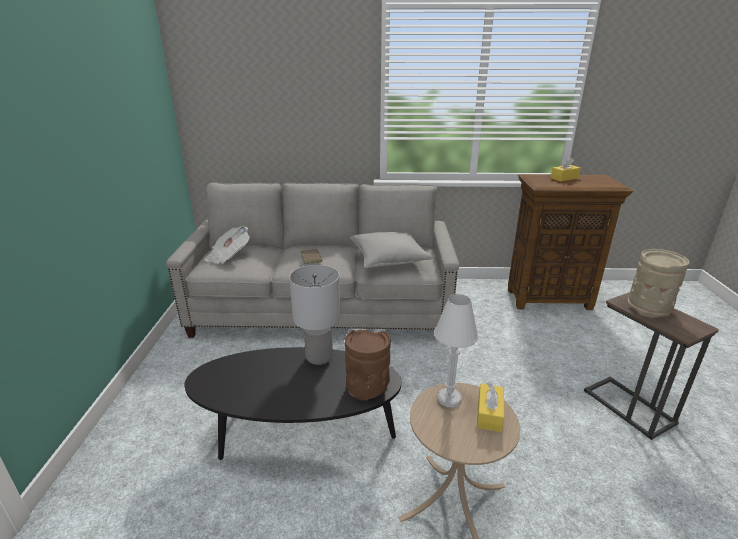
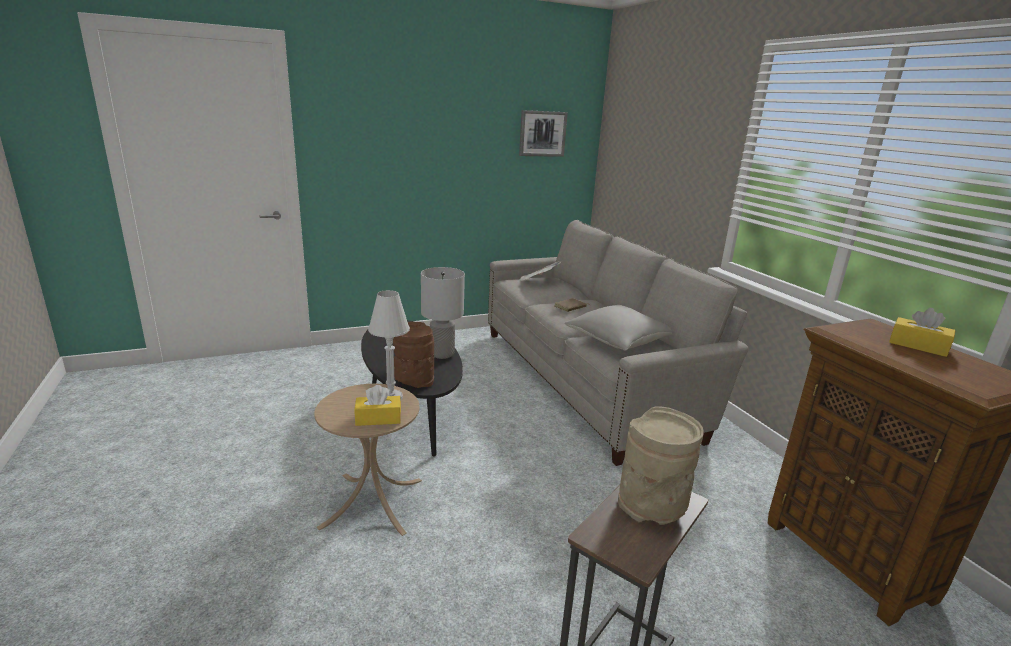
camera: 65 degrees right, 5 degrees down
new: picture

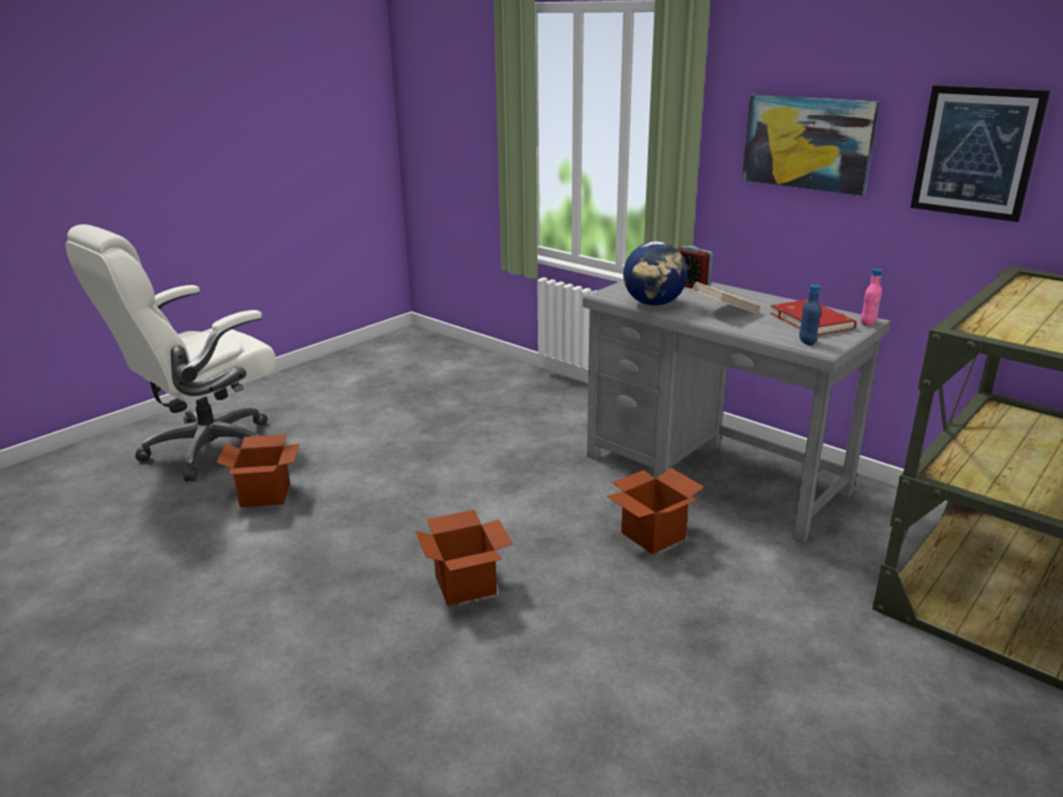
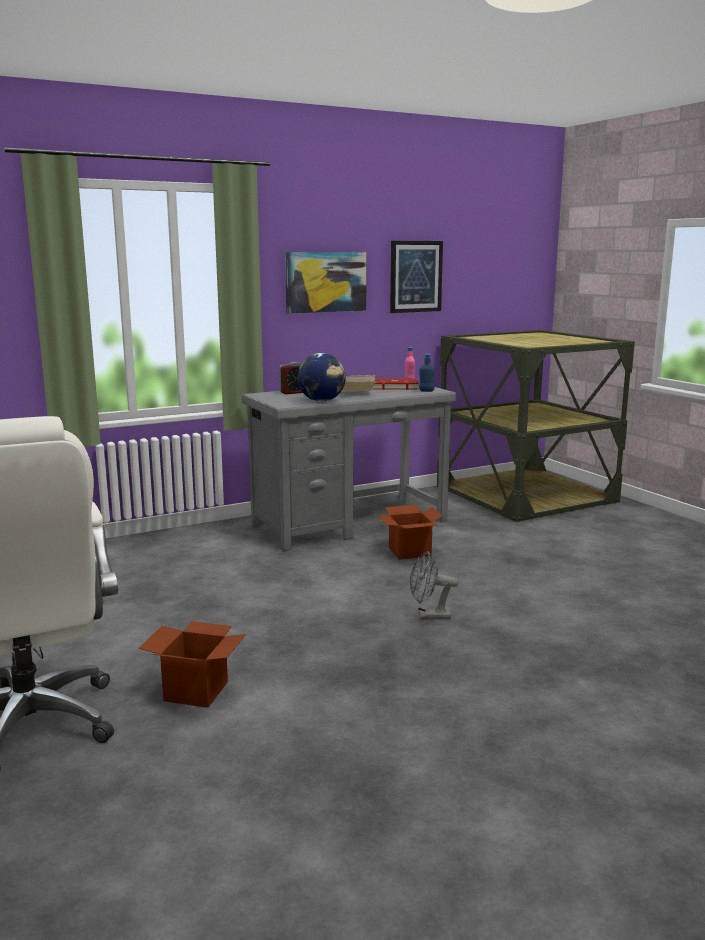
camera: 70 degrees left, 10 degrees down
swapped: cardboard box (no. 2 from left) to fan/grey

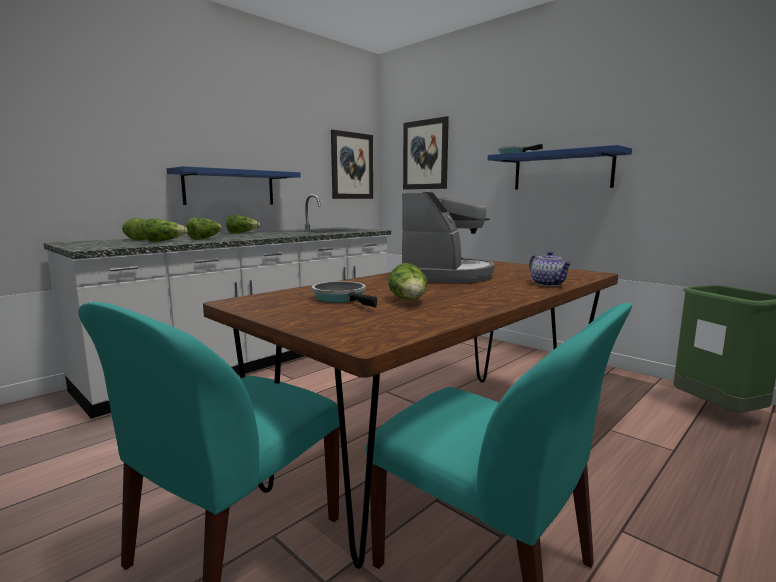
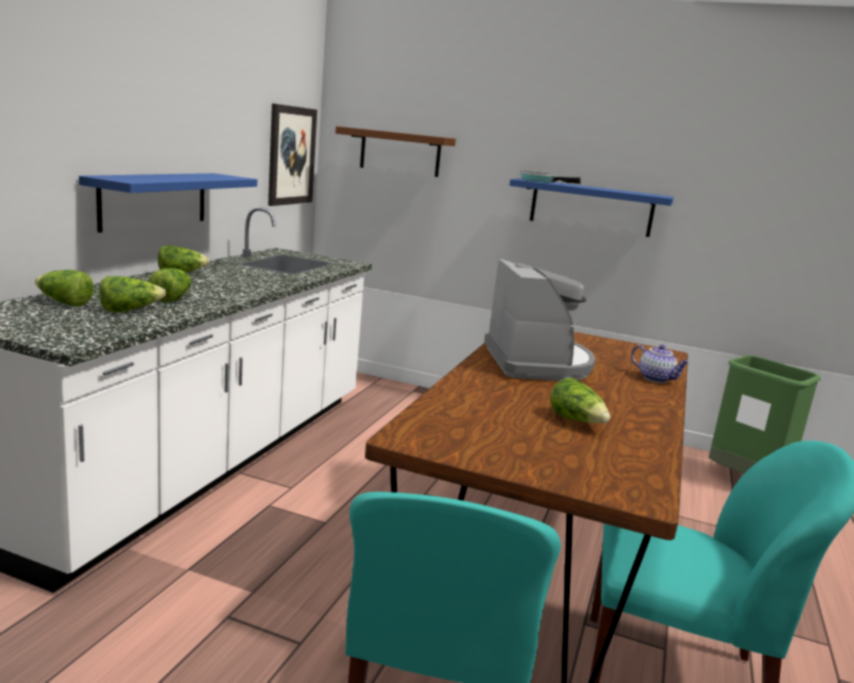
camera: 25 degrees left, 5 degrees up
gone: frying pan (no. 1 from left)
swapped: picture (no. 2 from left) to shelf/brown

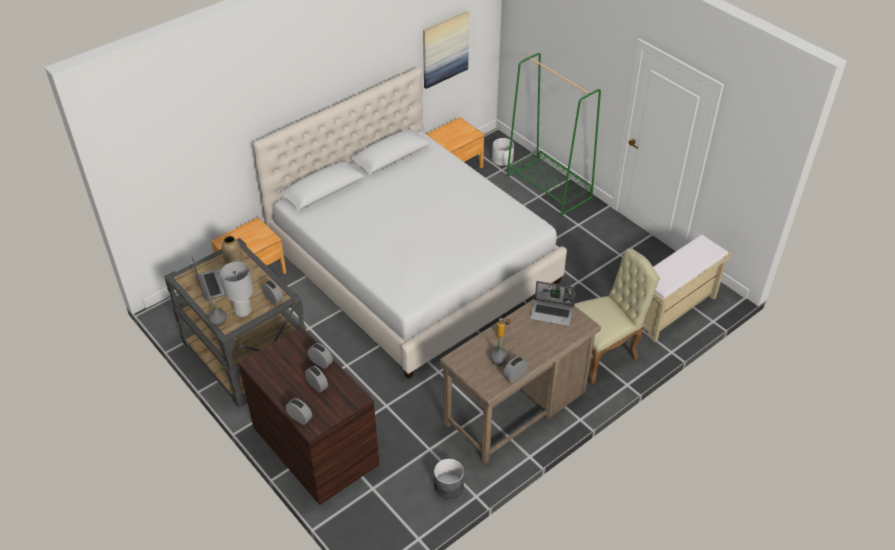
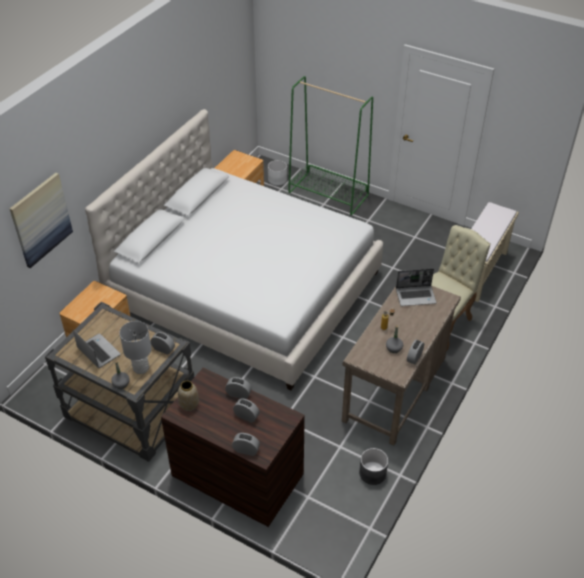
camera: 20 degrees left, 0 degrees up
shifted: picture; vase

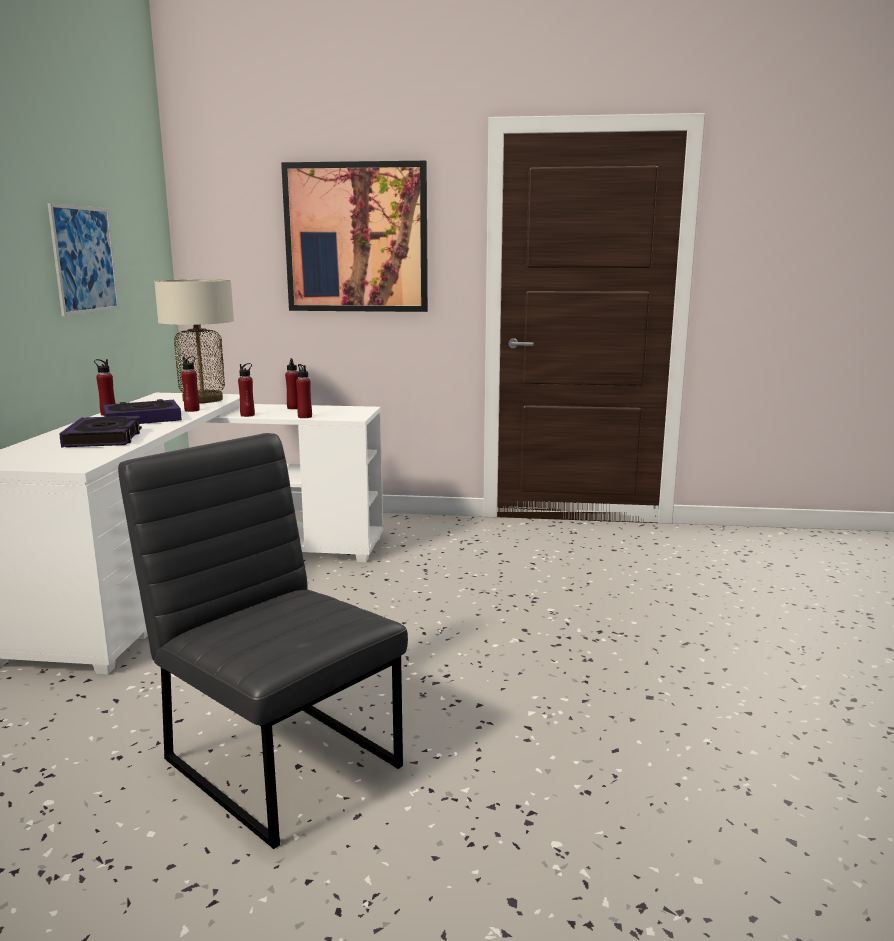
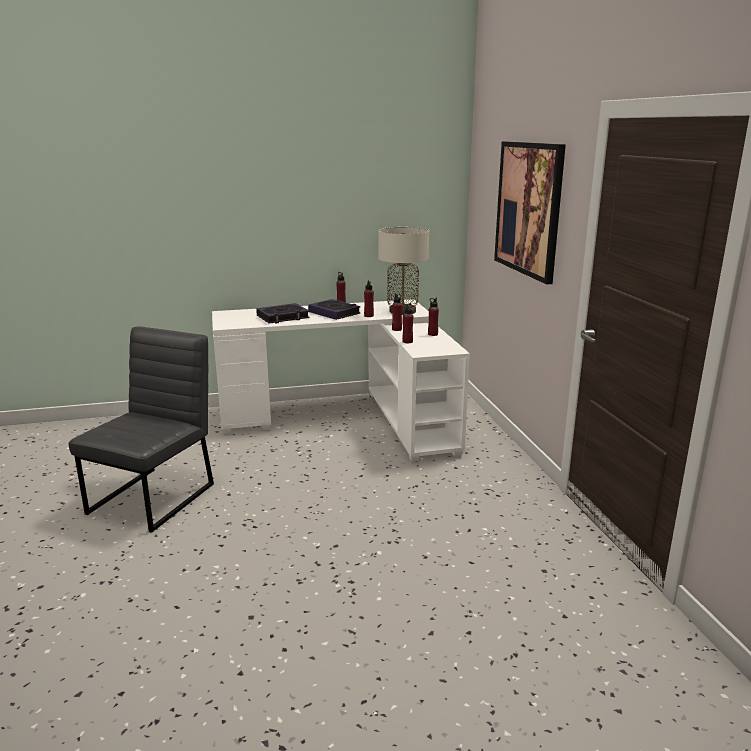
camera: 70 degrees right, 5 degrees up
gone: picture (no. 1 from left)

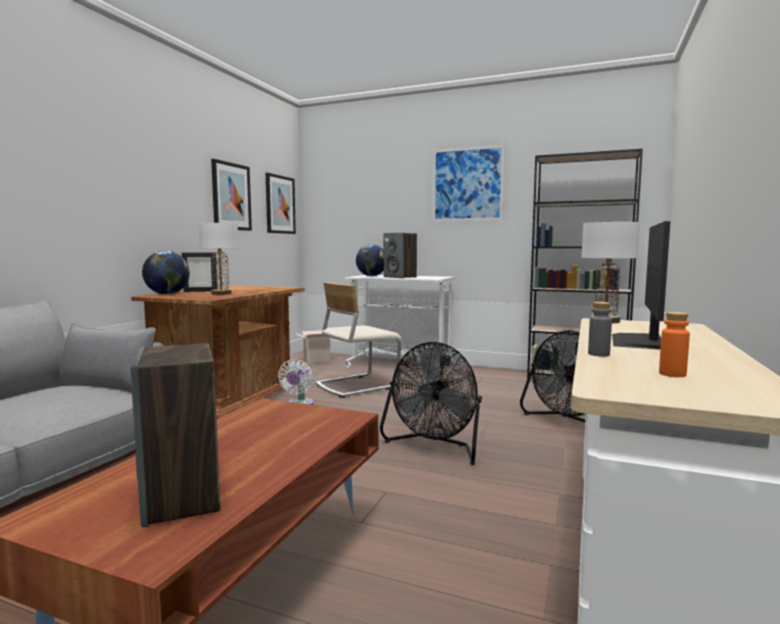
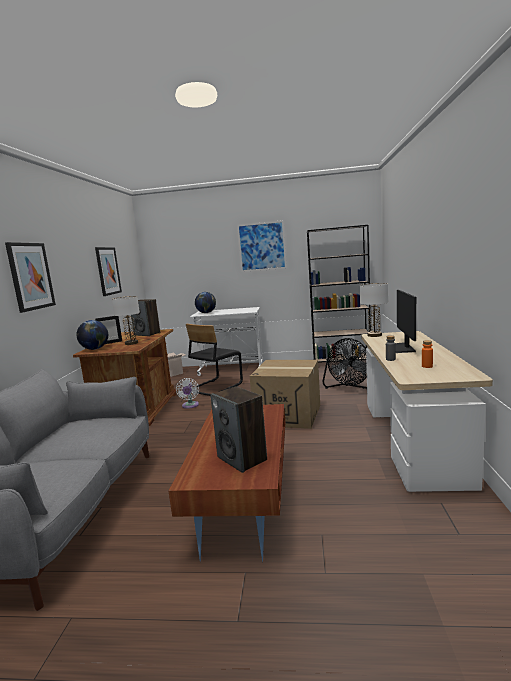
camera: 15 degrees left, 5 degrees up
shifted: picture (no. 2 from left in the first image) to picture (no. 1 from left); speaker (no. 2 from left in the first image) to speaker (no. 1 from left)
swapped: fan/black (no. 1 from left) to cardboard box (no. 2 from left)
repainted: chair/beige to chair/black

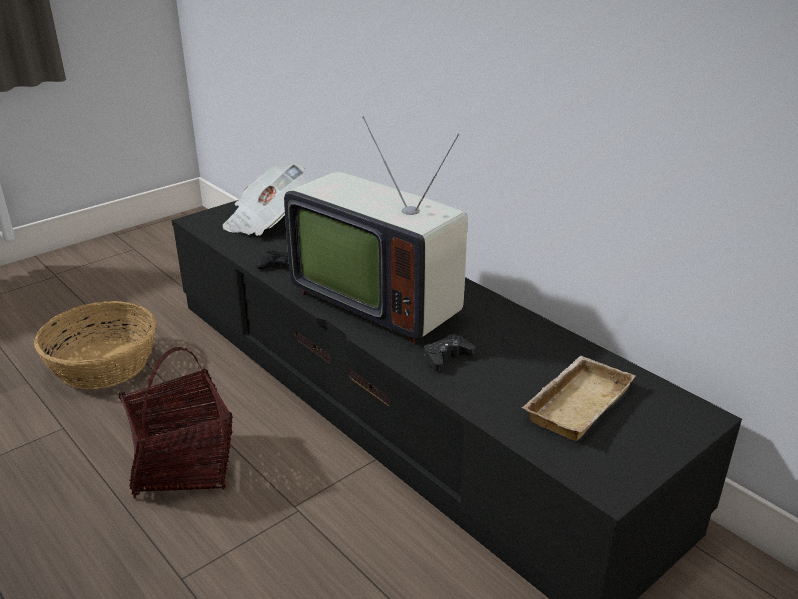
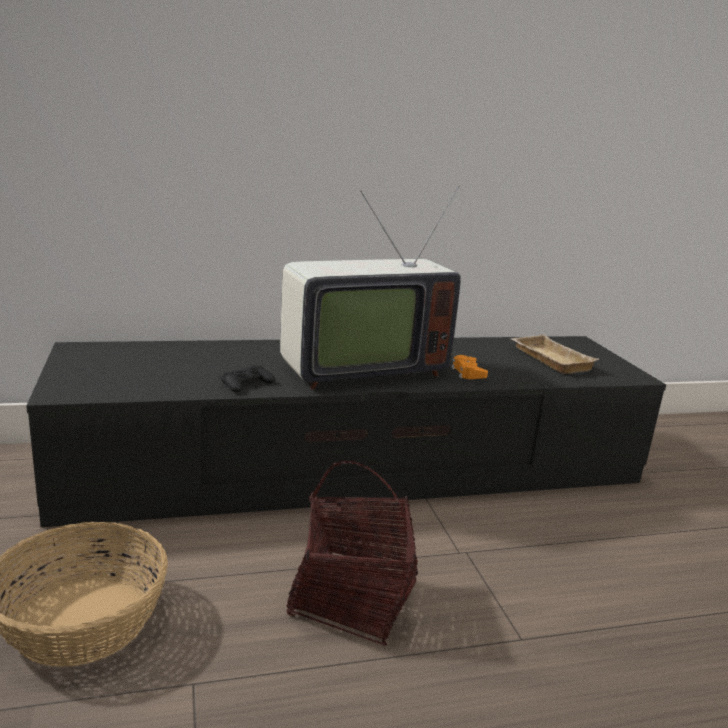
camera: 65 degrees left, 10 degrees down
gone: newspaper
repainted: game controller/black (no. 2 from left) to game controller/orange

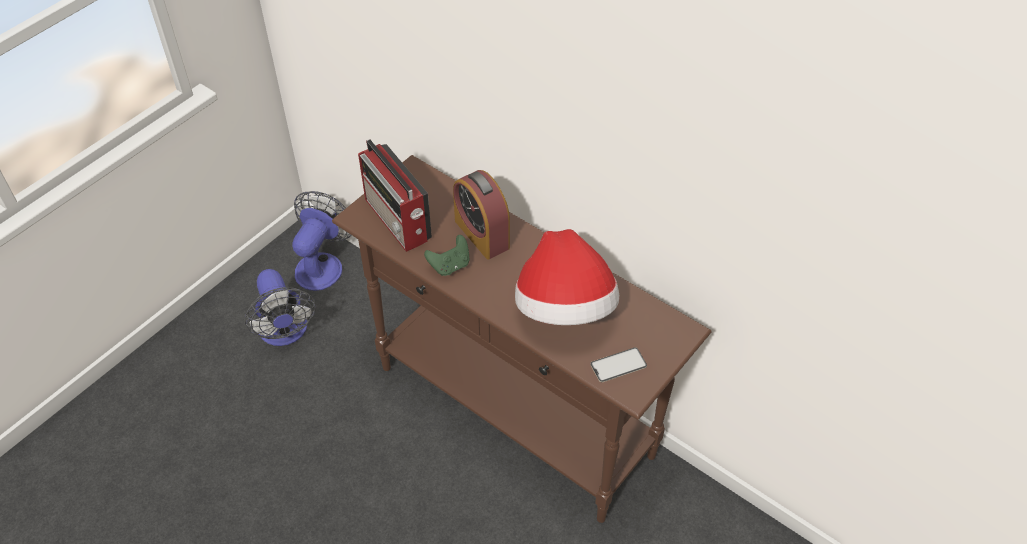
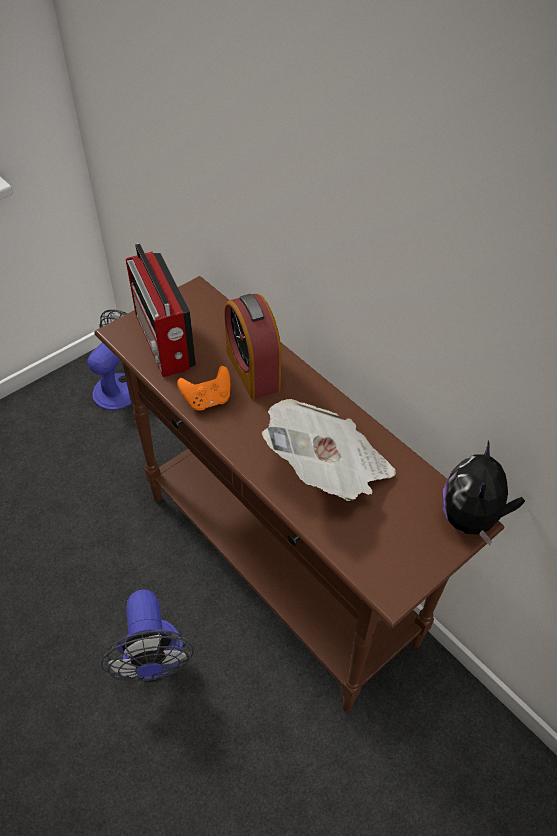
camera: 10 degrees right, 0 degrees up
gone: phone
new: plush toy
shifted: fan (no. 1 from left in the first image) to fan (no. 2 from left)
swapped: hat to newspaper
repainted: game controller/green to game controller/orange

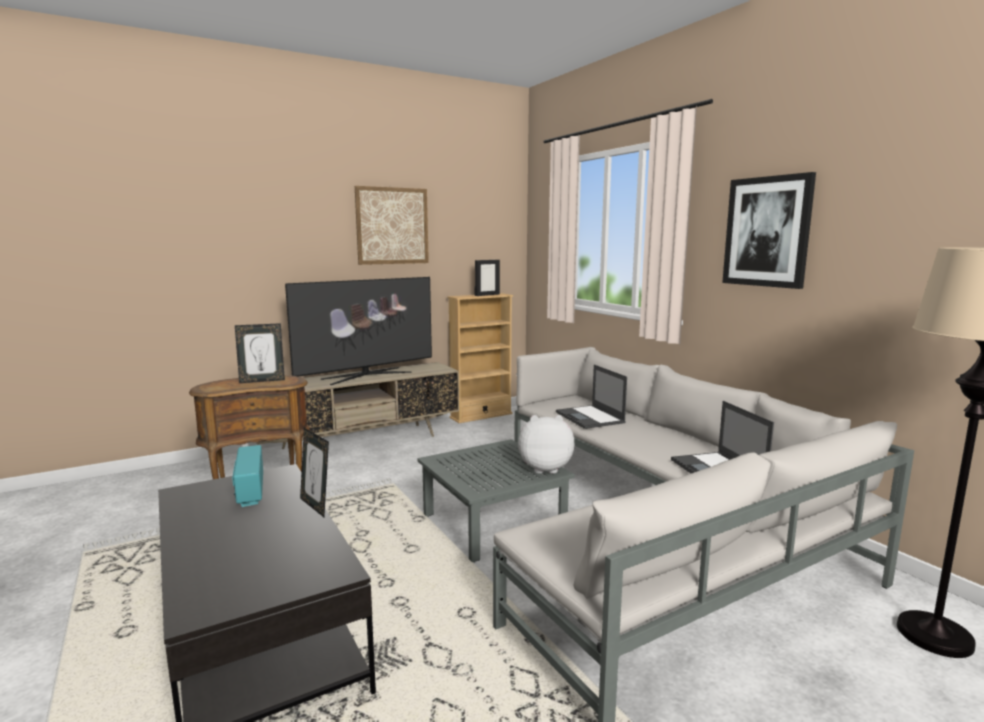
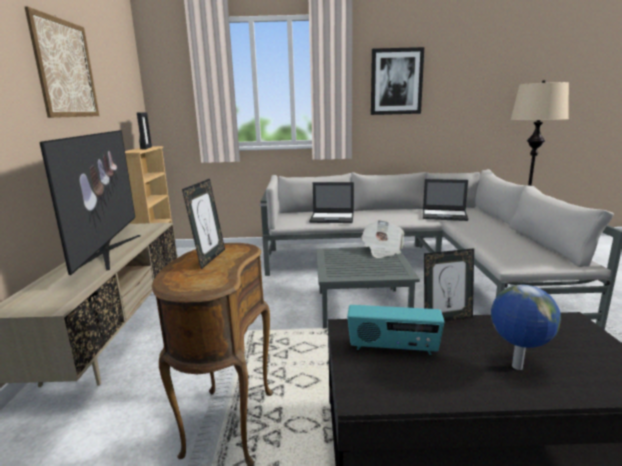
camera: 60 degrees left, 5 degrees up
new: globe
swapped: plush toy to newspaper

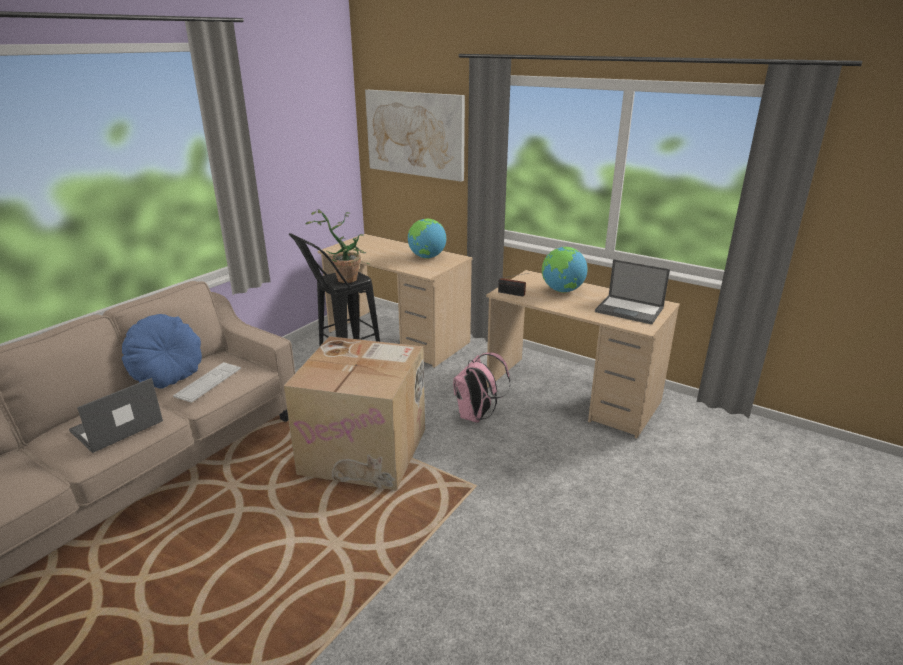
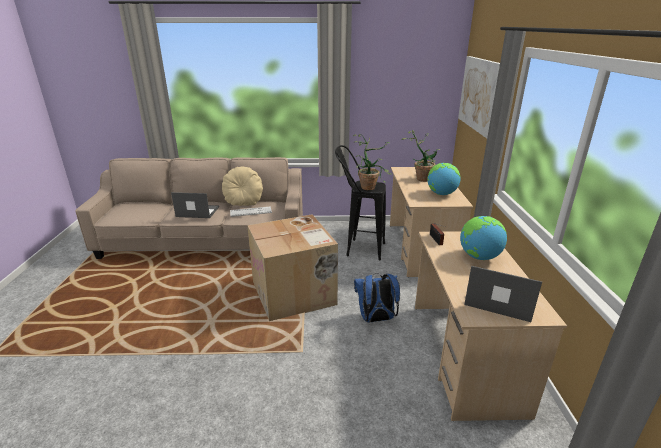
camera: 55 degrees right, 0 degrees up
new: potted plant (no. 2 from left)
repainted: pillow/blue to pillow/beige; backpack/pink to backpack/blue
rotated: laptop (no. 2 from left) 120 degrees clockwise

